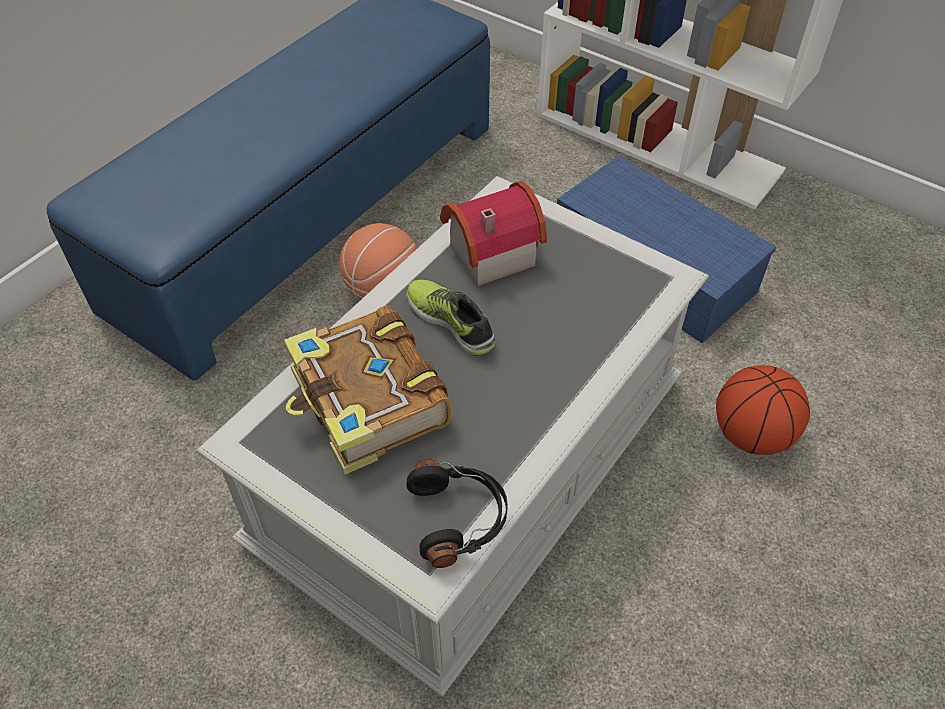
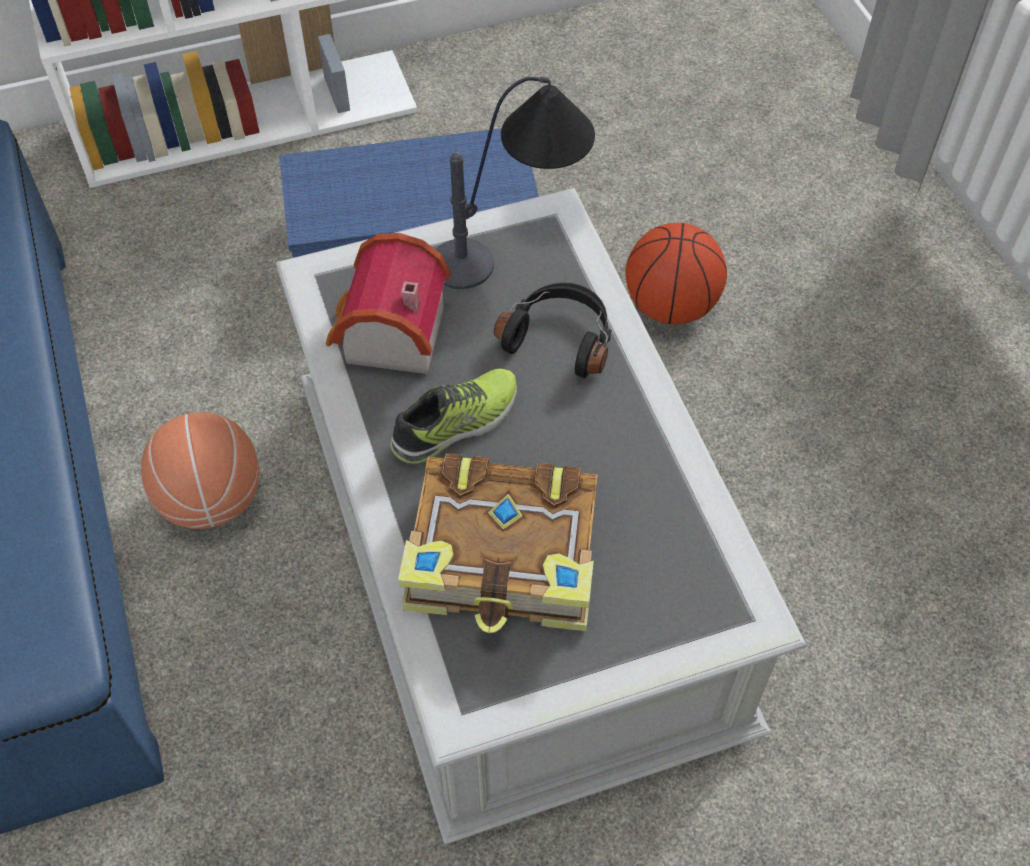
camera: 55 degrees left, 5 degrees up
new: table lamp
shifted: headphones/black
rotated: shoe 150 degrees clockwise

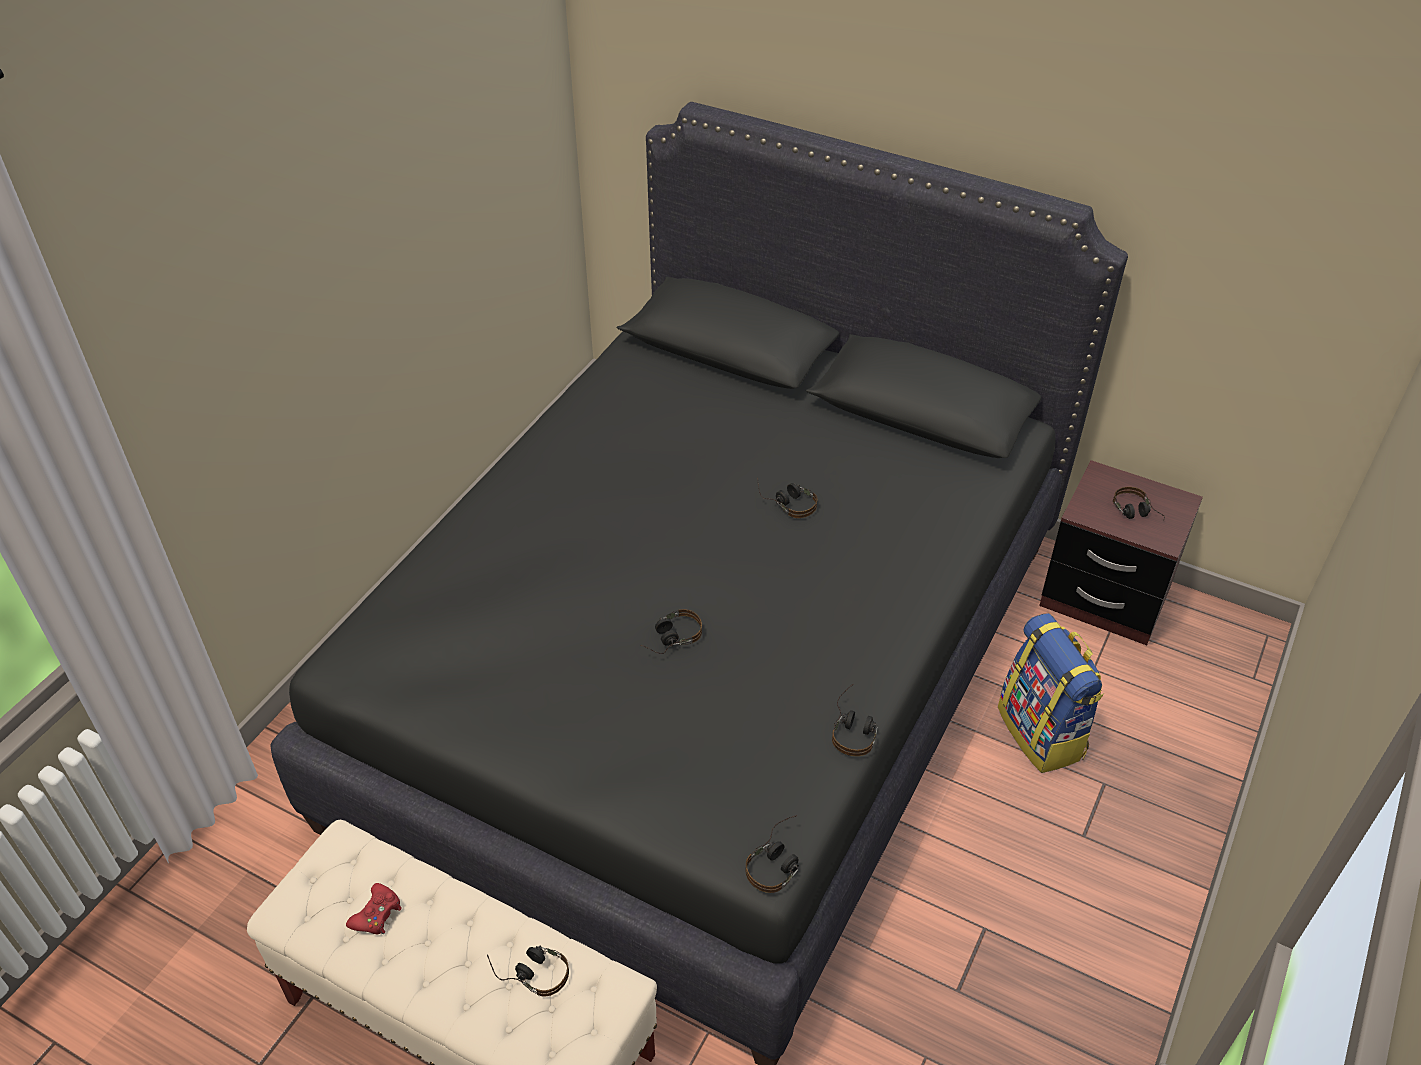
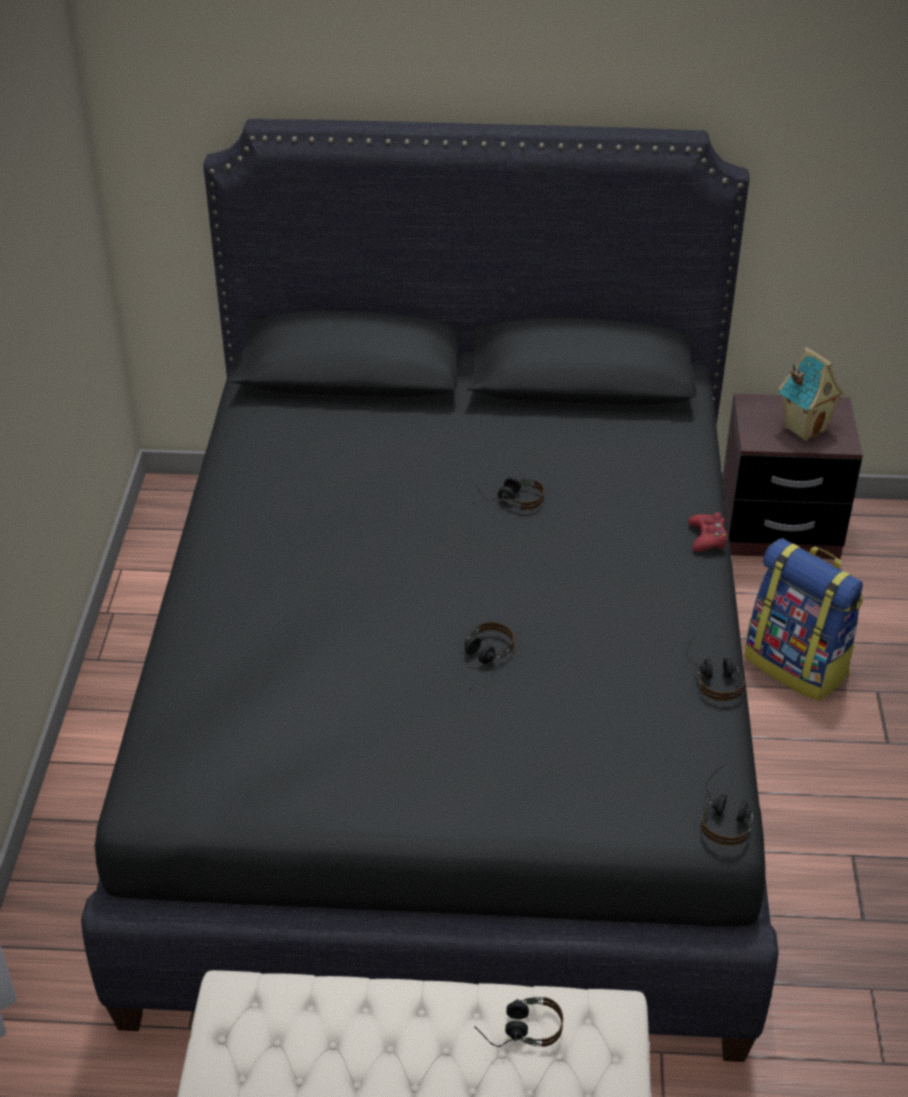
camera: 25 degrees left, 5 degrees down
shifted: game controller/red
swapped: headphones (no. 6 from left) to toy house

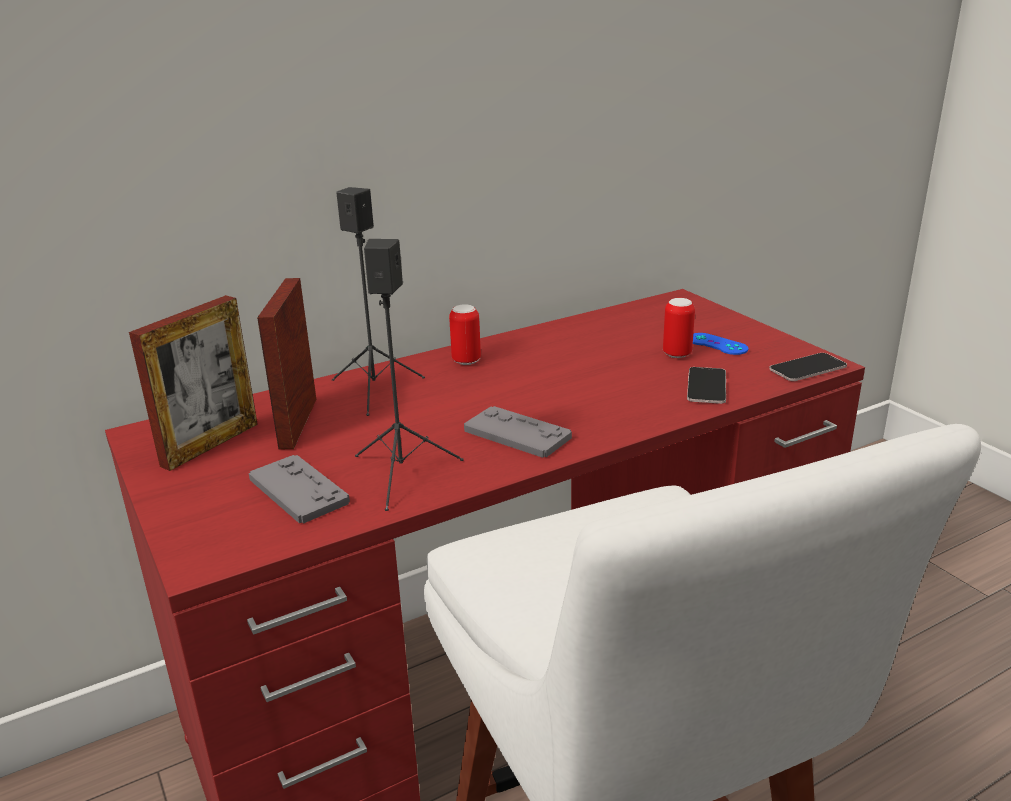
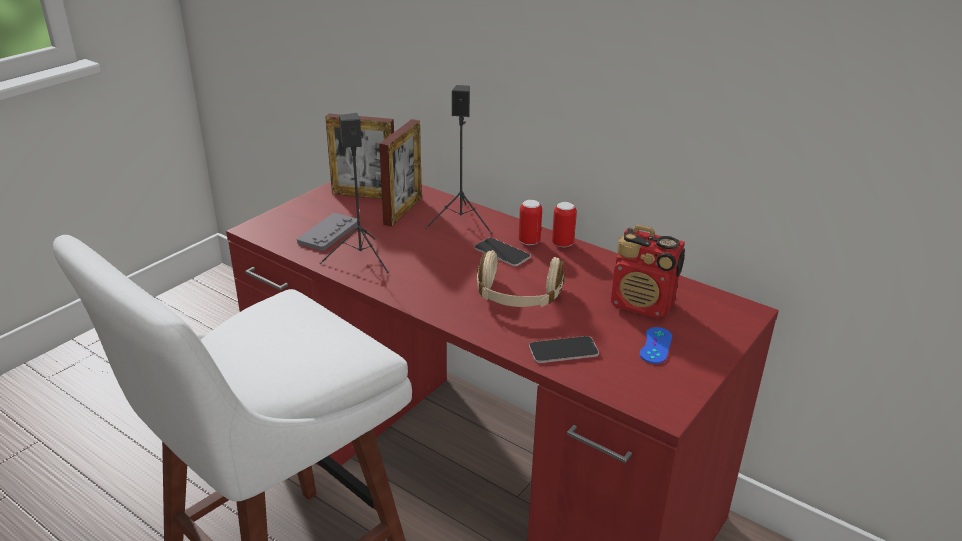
camera: 65 degrees right, 5 degrees up
gone: game controller/grey (no. 2 from left)
new: headphones/beige; radio
shifted: phone (no. 2 from left in the first image) to phone (no. 1 from left); can (no. 2 from left)
rotated: picture frame (no. 2 from left) 135 degrees clockwise

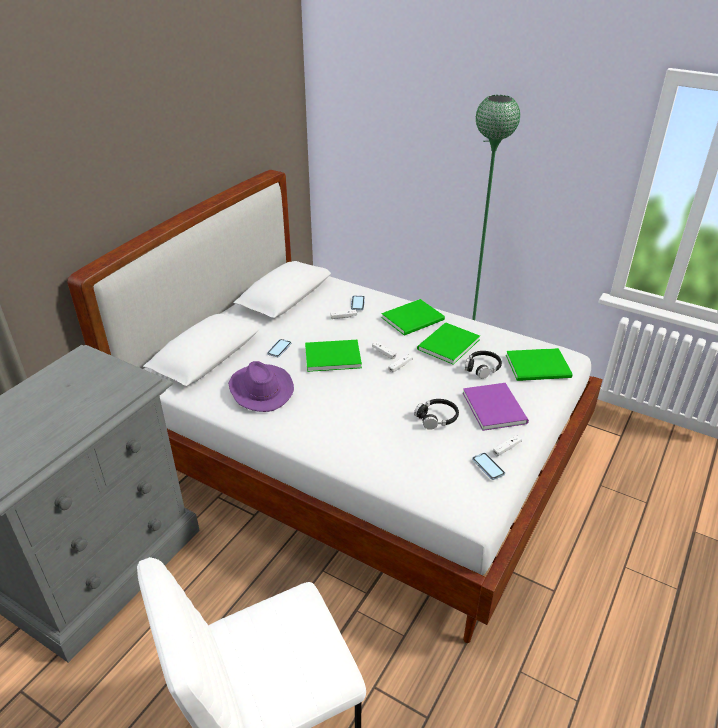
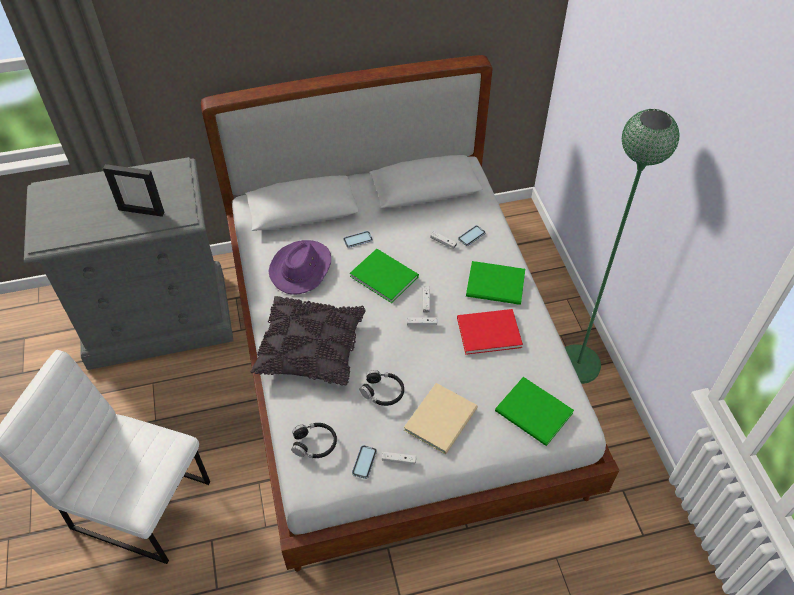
camera: 45 degrees right, 15 degrees up
new: picture frame; pillow/black
shifted: headphones/black (no. 2 from left in the first image) to headphones/black (no. 1 from left)
repainted: book/purple to book/beige; book/green (no. 3 from left) to book/red

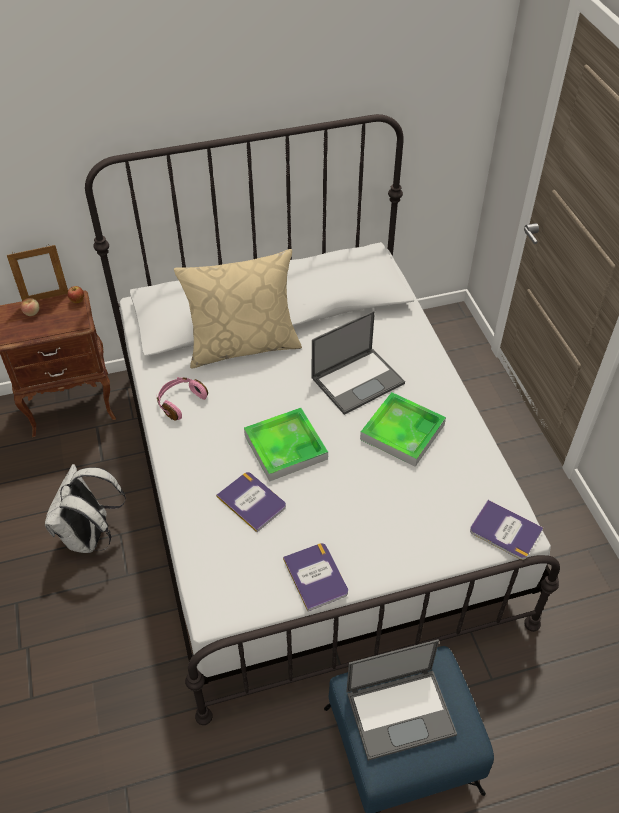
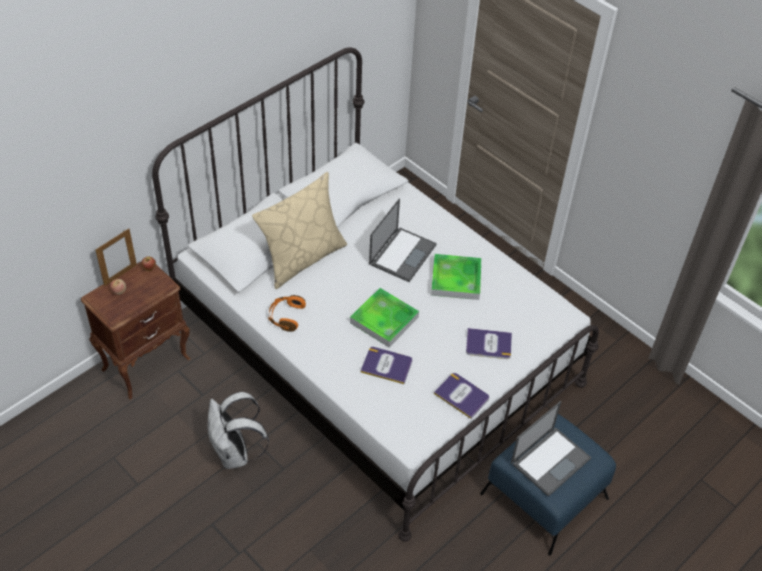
camera: 30 degrees left, 0 degrees up
shifted: book (no. 3 from left)
repainted: headphones/pink to headphones/orange

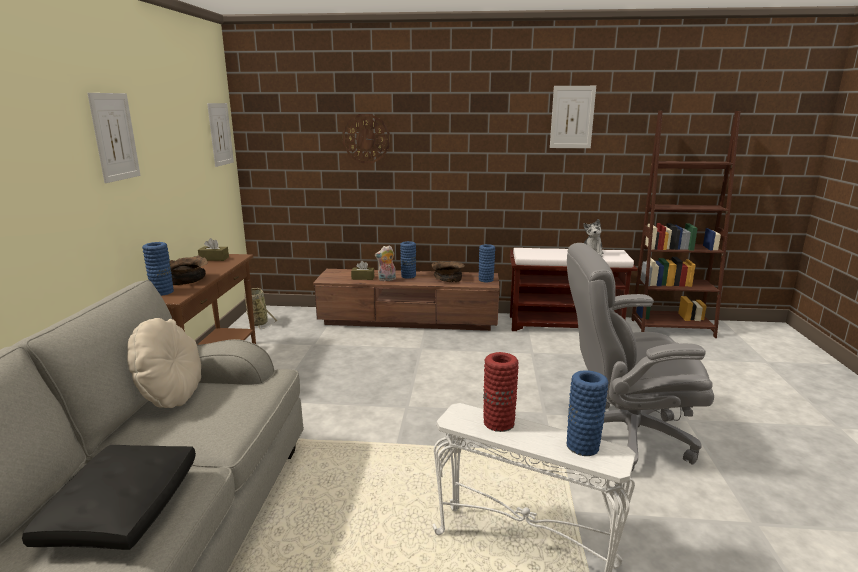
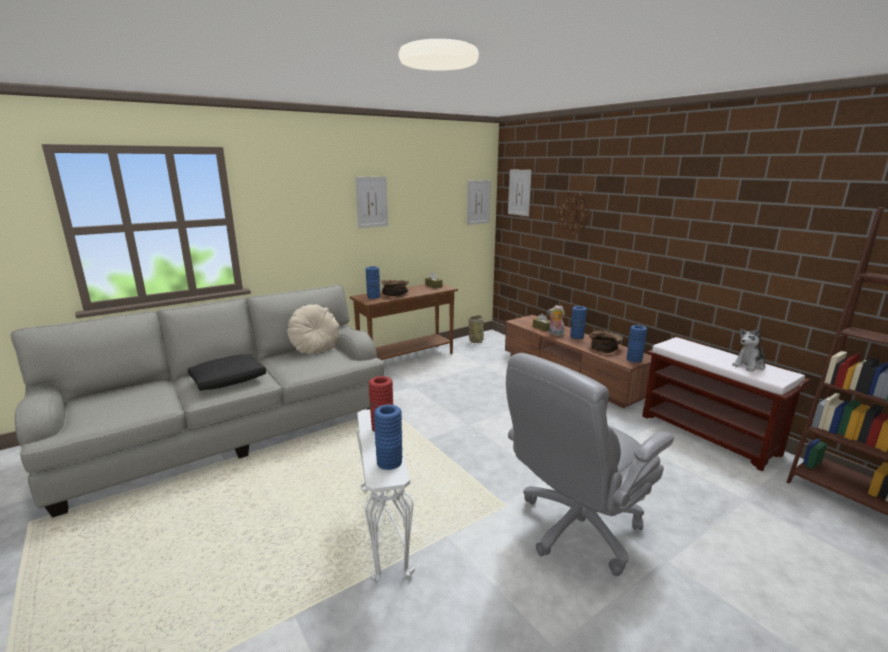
camera: 50 degrees right, 0 degrees up
shifted: picture (no. 3 from left)
rotated: office chair/grey 90 degrees counterclockwise

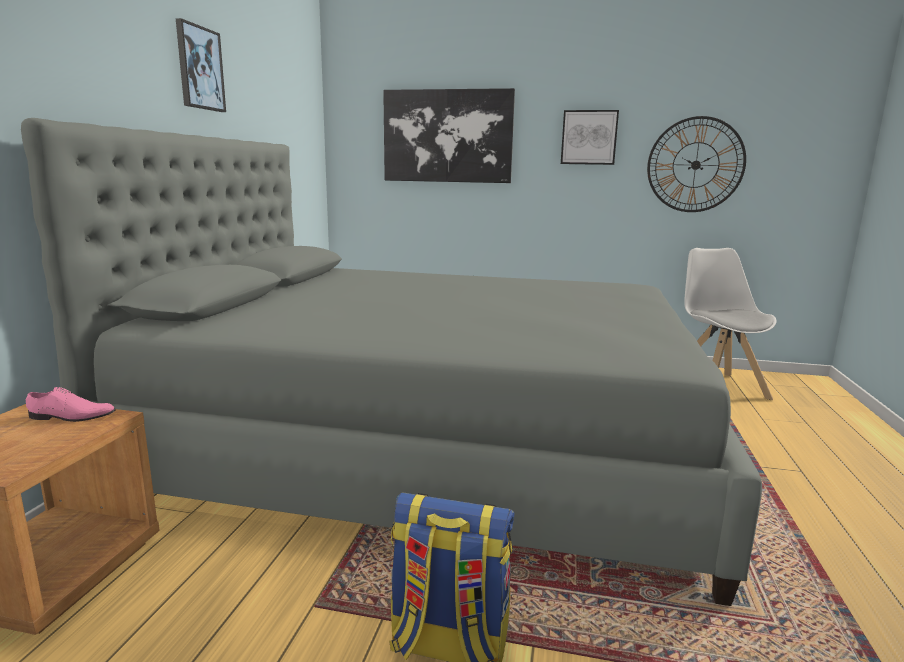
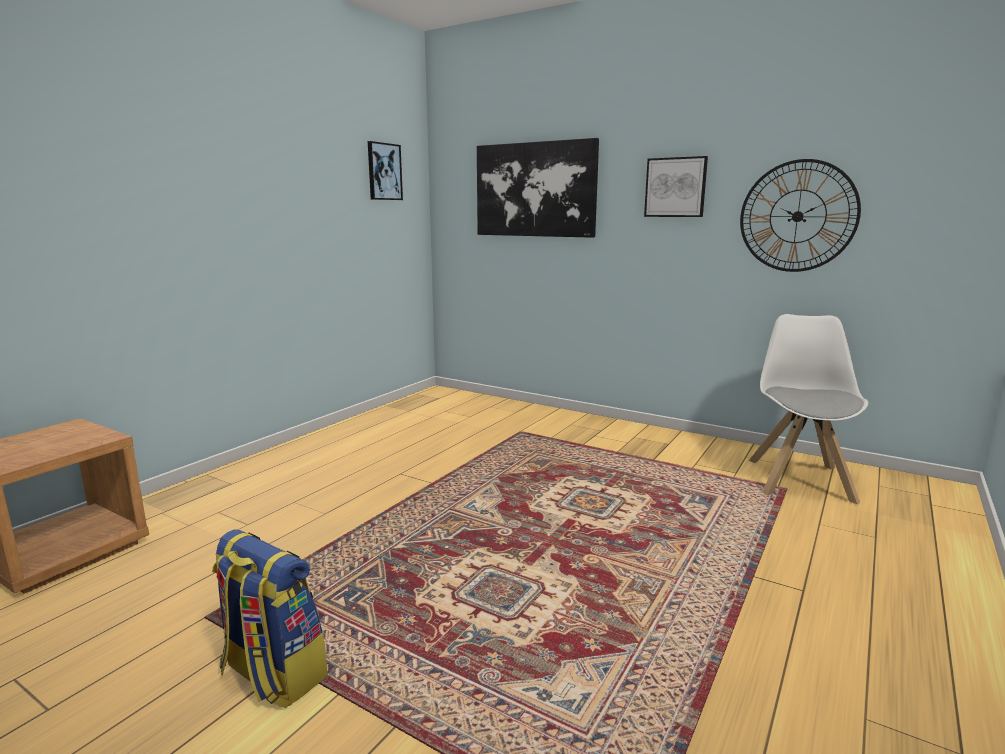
camera: 20 degrees right, 0 degrees up
gone: bed/grey; shoe/pink
shifted: picture (no. 1 from left)

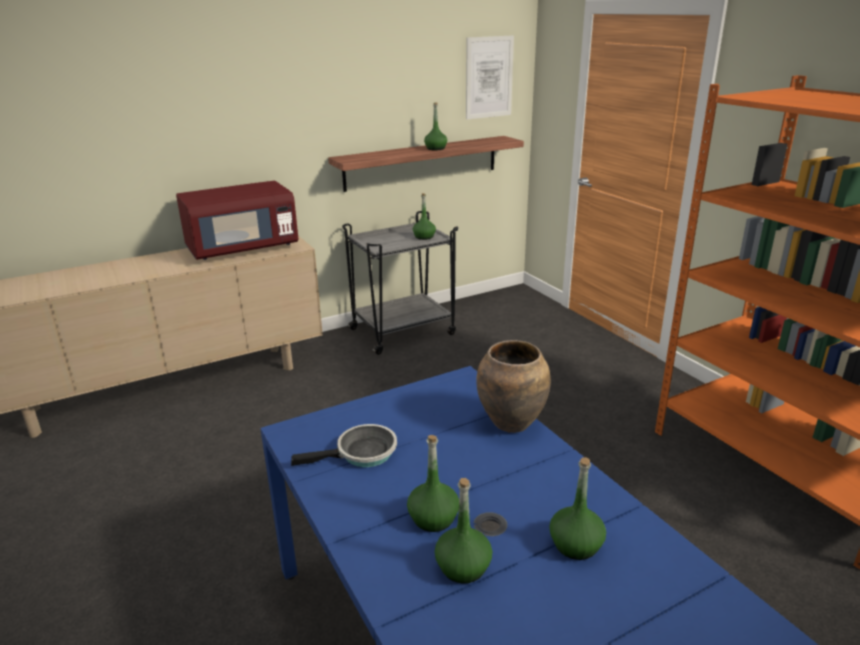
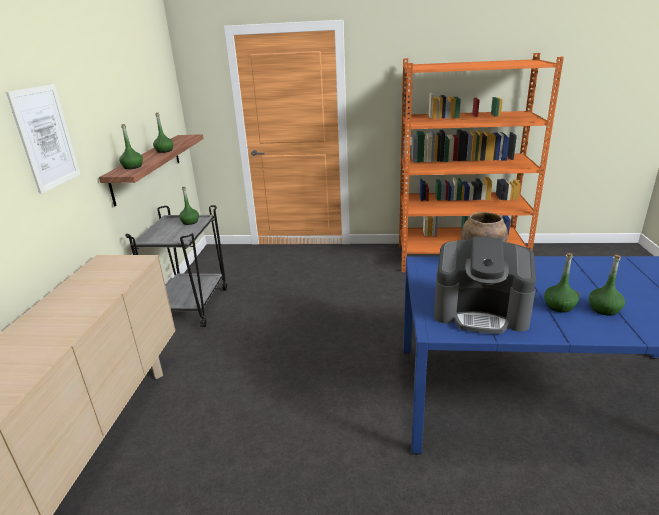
camera: 55 degrees left, 0 degrees up
gone: microwave/red
shifted: picture; bottle/green (no. 5 from left in the first image) to bottle/green (no. 1 from left)
swapped: frying pan to coffee machine

